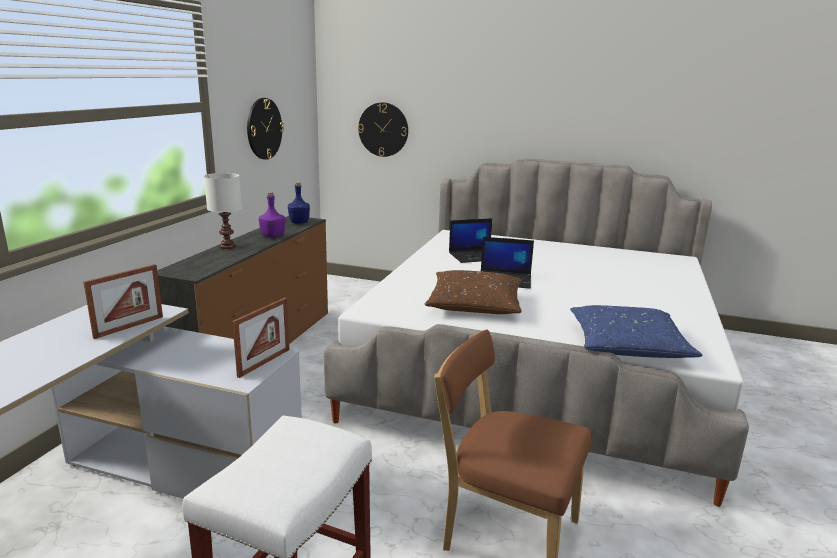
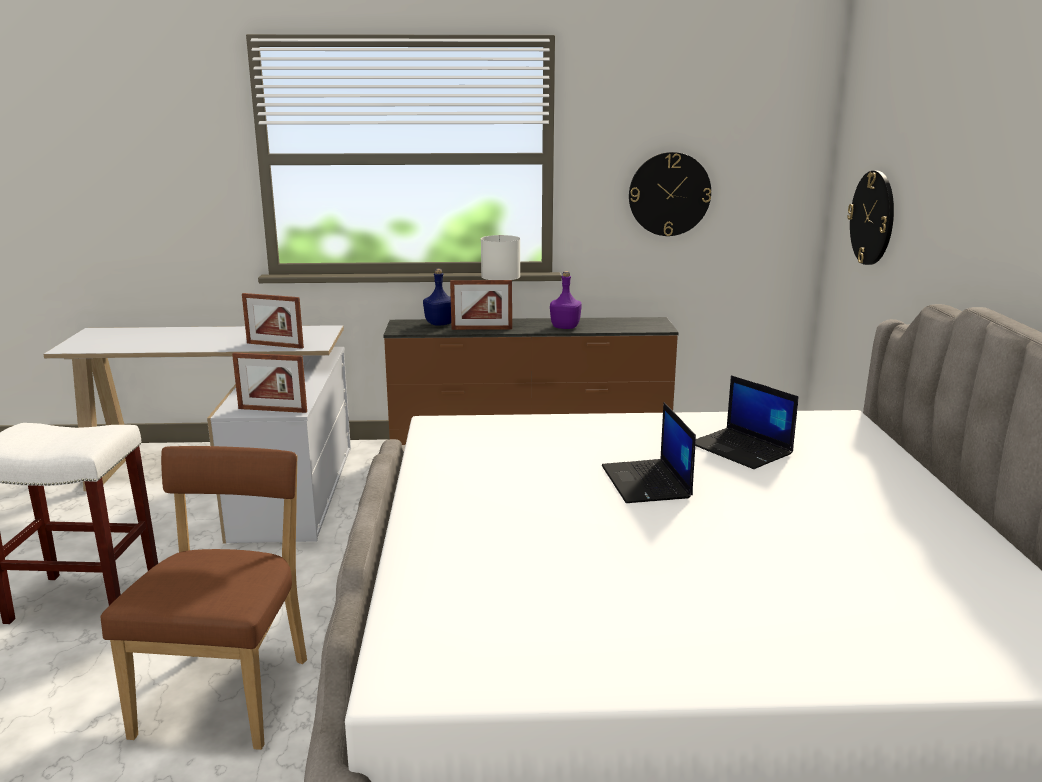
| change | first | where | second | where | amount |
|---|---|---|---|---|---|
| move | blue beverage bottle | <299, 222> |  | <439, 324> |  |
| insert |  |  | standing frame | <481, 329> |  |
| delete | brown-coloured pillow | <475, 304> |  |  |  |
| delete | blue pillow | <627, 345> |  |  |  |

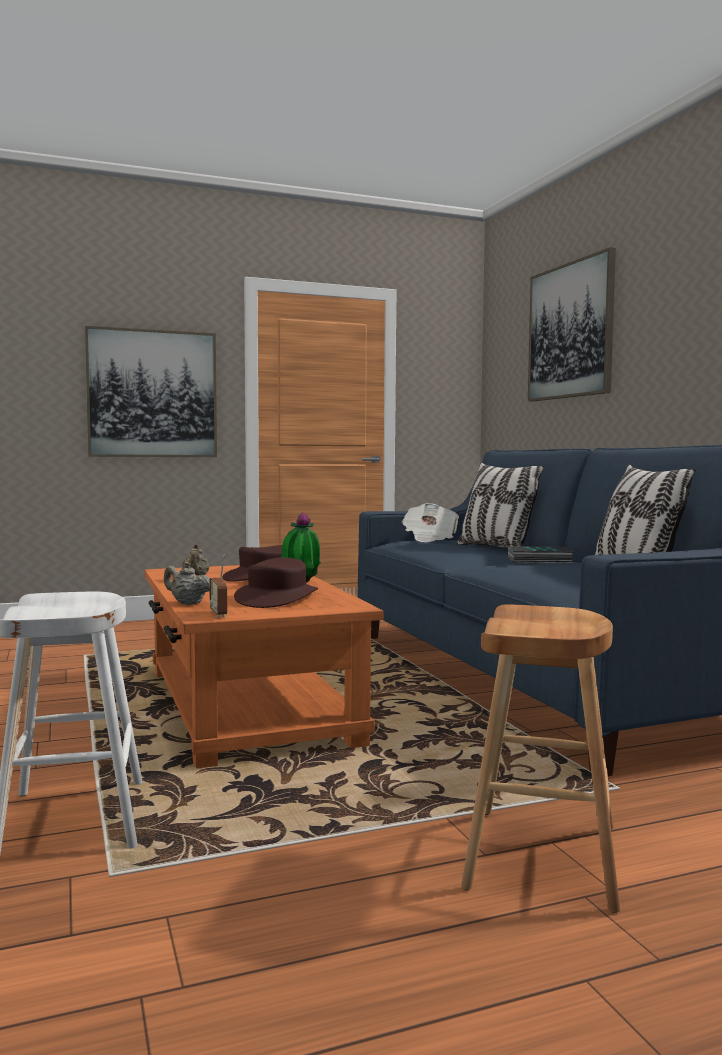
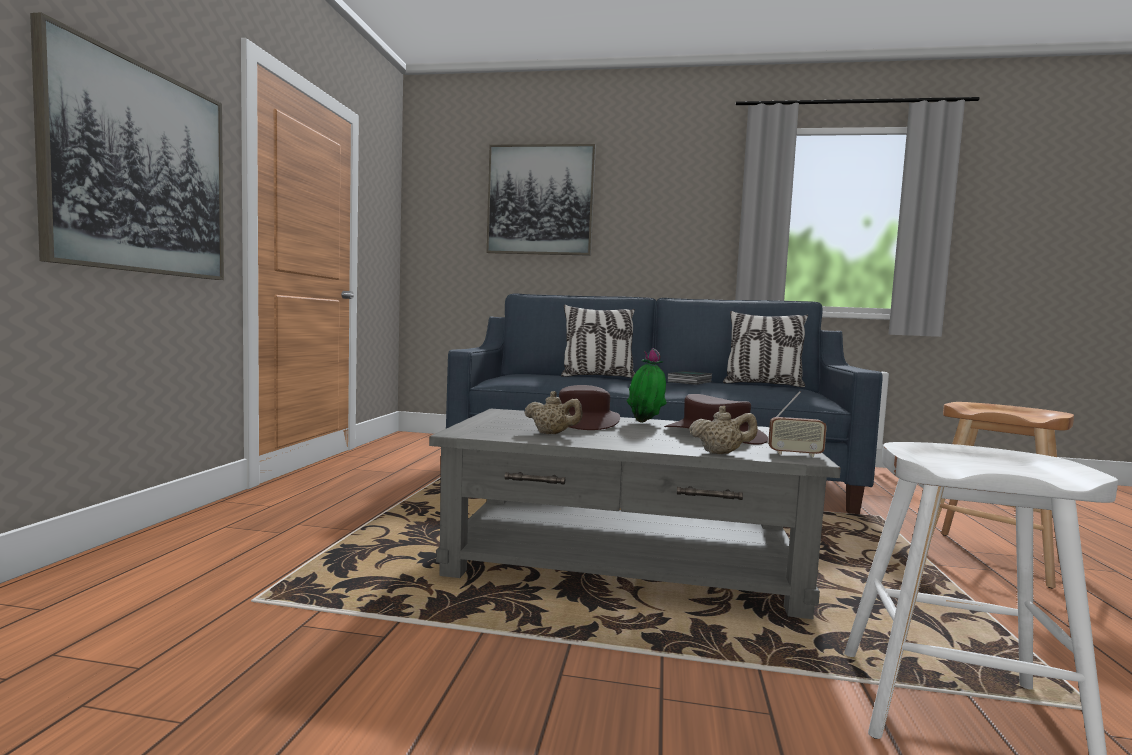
| change | first | where | second | where | amount |
|---|---|---|---|---|---|
| recolor | orange-coloured low table | <248, 706> | greyish low table | <624, 562> |  |
| rotate | beige-coloured pot for tea | <187, 603> |  | <721, 453> | 150 degrees counterclockwise |
| delete | newspaper | <429, 539> |  |  |  |

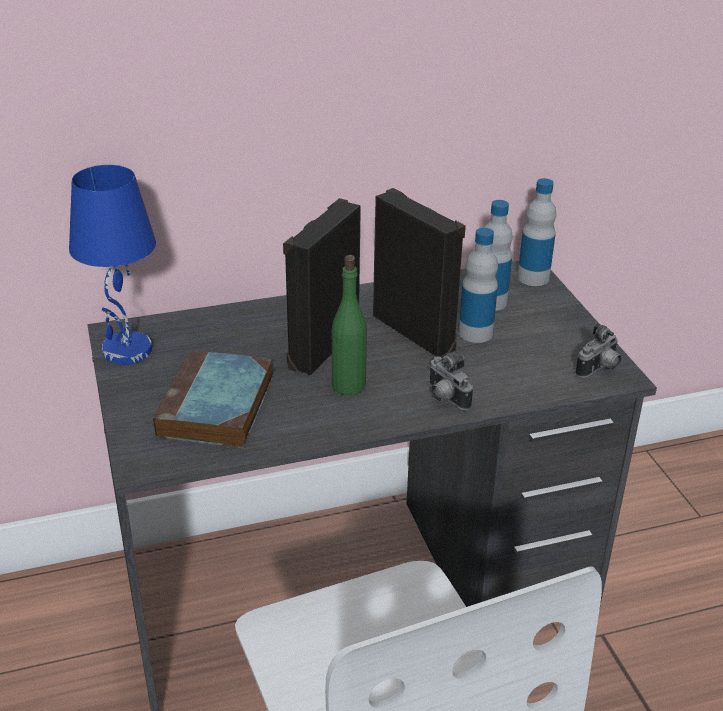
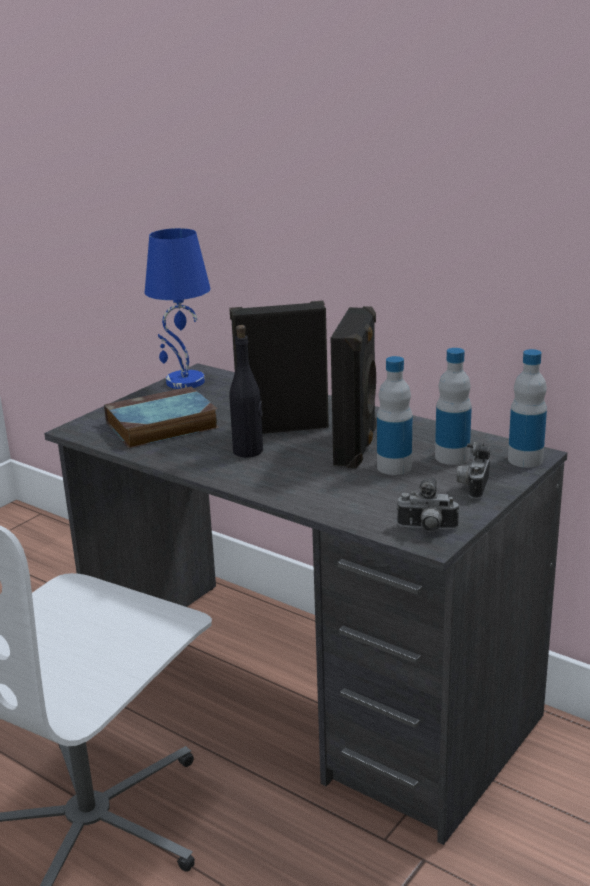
| change | first | where | second | where | amount |
|---|---|---|---|---|---|
| recolor | greenish beverage bottle | <349, 385> | blackish beverage bottle | <248, 451> |  |
| move | still camera | <445, 398> |  | <473, 487> |  |

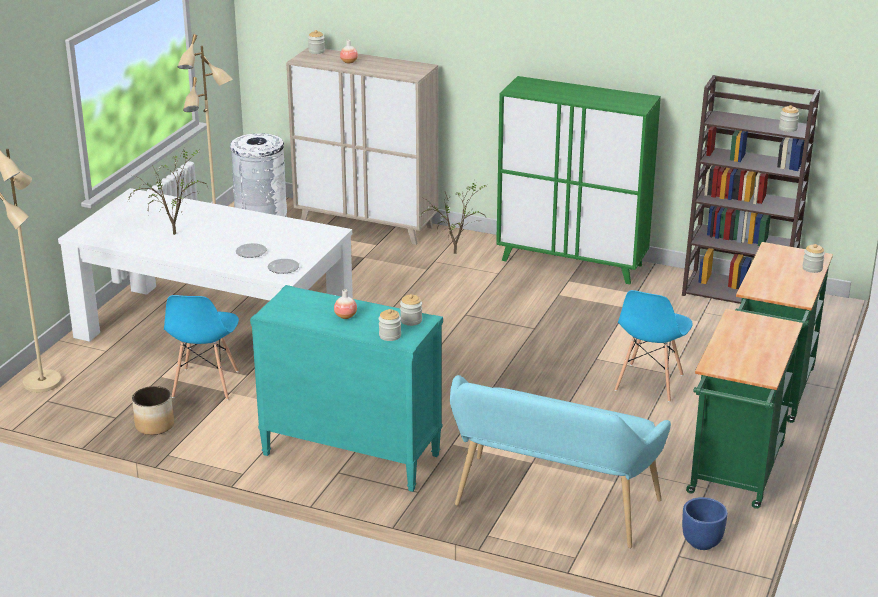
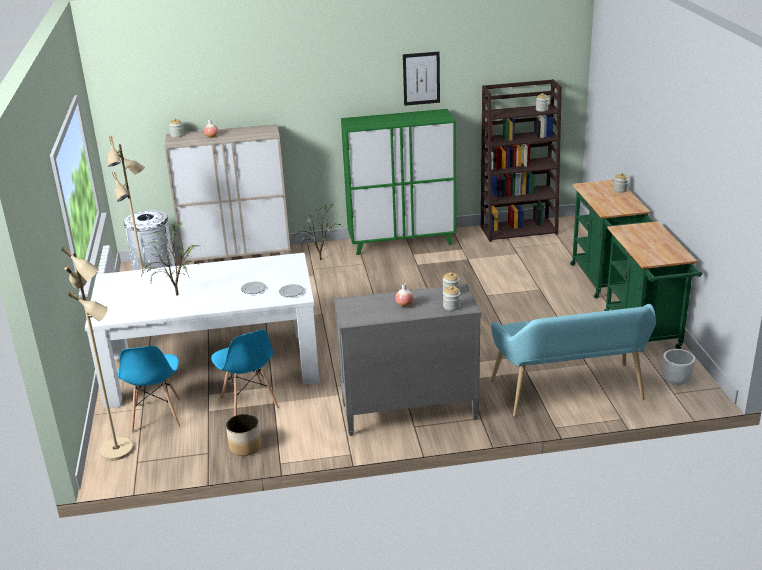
| change | first | where | second | where | amount |
|---|---|---|---|---|---|
| move | blue upright chair | <648, 383> |  | <156, 416> |  |
| recolor | turquoise-coloured dresser | <350, 455> | greyish dresser | <408, 412> |  |
| insert |  |  | picture | <421, 78> |  |
| recolor | blue planter | <701, 542> | whitish planter | <675, 380> |  |

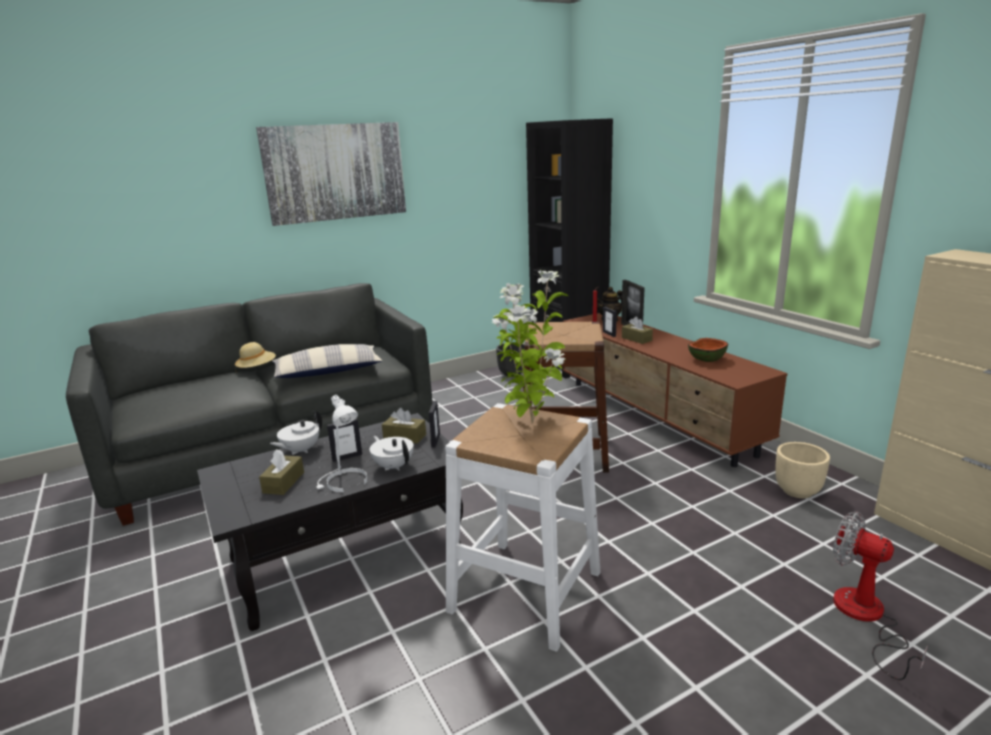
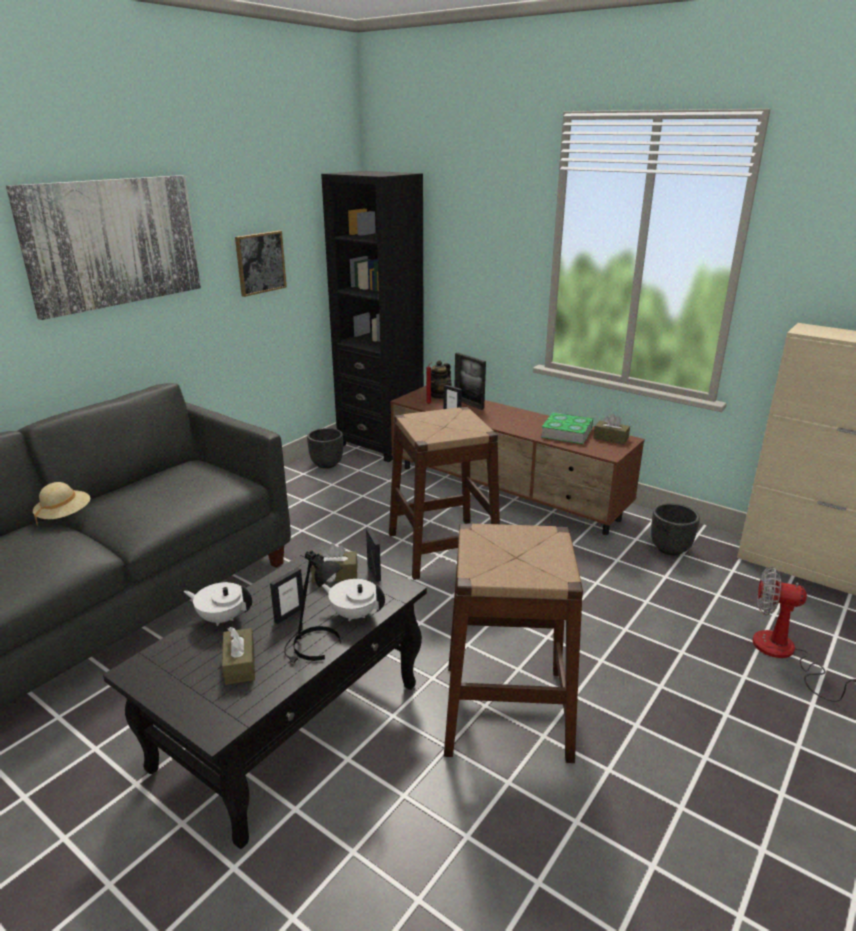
| change | first | where | second | where | amount |
|---|---|---|---|---|---|
| rotate | whitish pot for tea | <300, 450> |  | <222, 618> | 90 degrees clockwise |
| insert |  |  | picture | <260, 263> |  |
| recolor | whitish table lamp | <344, 482> | blackish table lamp | <315, 647> |  |
| recolor | whitish stool seat | <526, 591> | brown-coloured stool seat | <506, 710> |  |
| replace | deep dish | <706, 359> | book | <566, 432> |  |
| move | brown-coloured box of tissues | <636, 339> |  | <610, 438> |  |
| recolor | beige-coloured planter | <798, 491> | blackish planter | <670, 548> |  |
| delete | pillow | <328, 372> |  |  |  |
| delete | plant in a pot | <530, 422> |  |  |  |

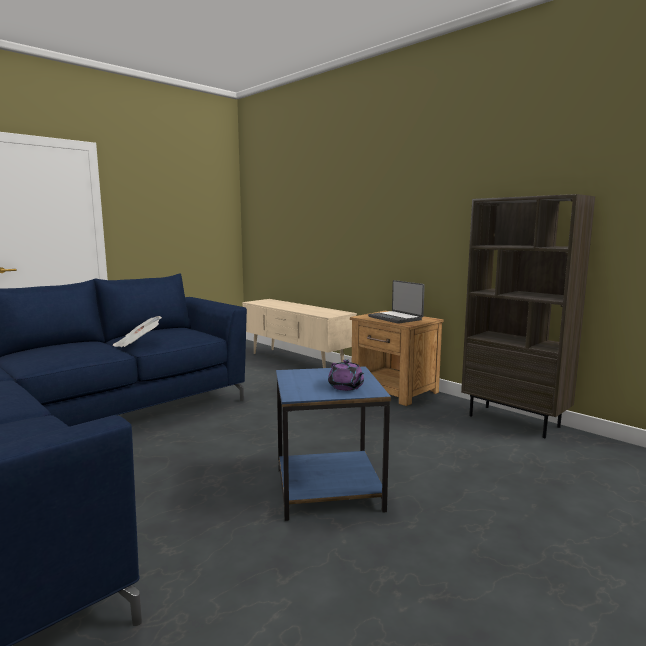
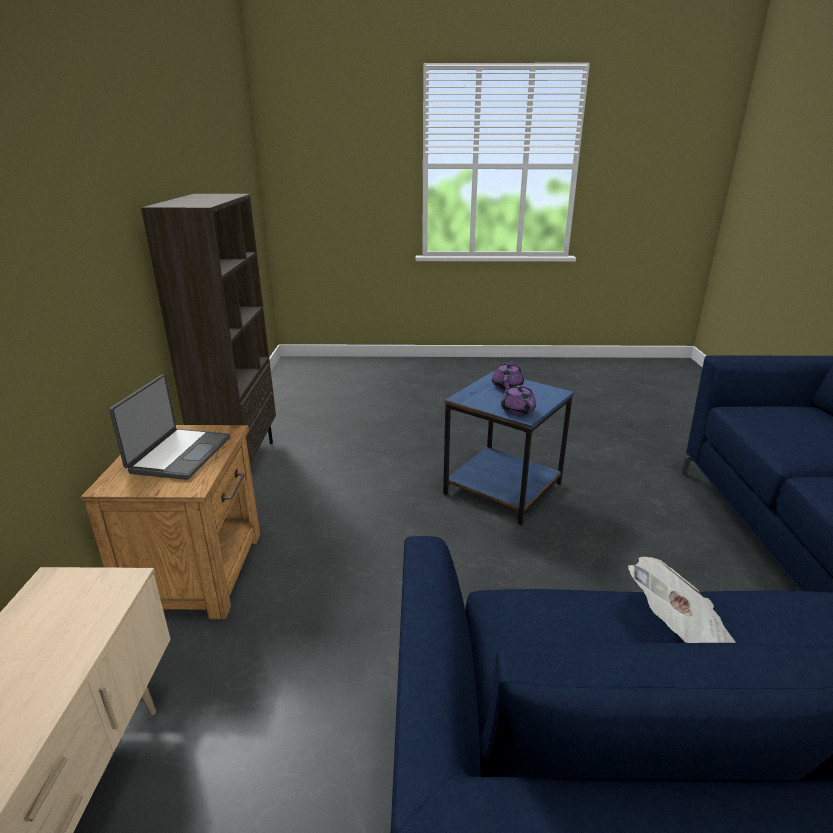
| change | first | where | second | where | amount |
|---|---|---|---|---|---|
| insert |  |  | purple-coloured pot for tea | <517, 410> |  |

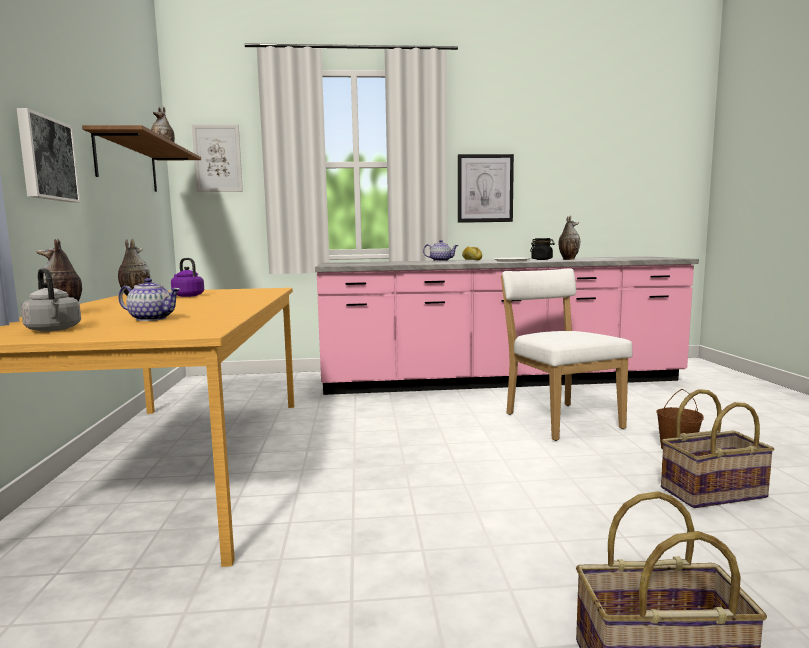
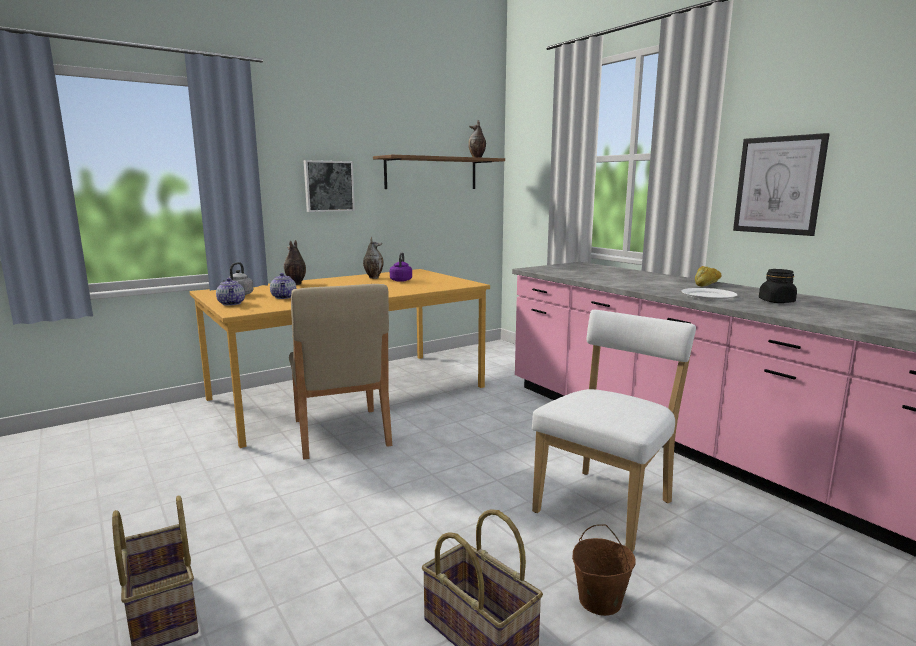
| change | first | where | second | where | amount |
|---|---|---|---|---|---|
| move | pot for tea | <441, 261> |  | <232, 303> |  |
| insert |  |  | beige-coloured upright chair | <341, 433> |  |
| delete | picture | <217, 158> |  |  |  |
| delete | decorative vase | <568, 259> |  |  |  |

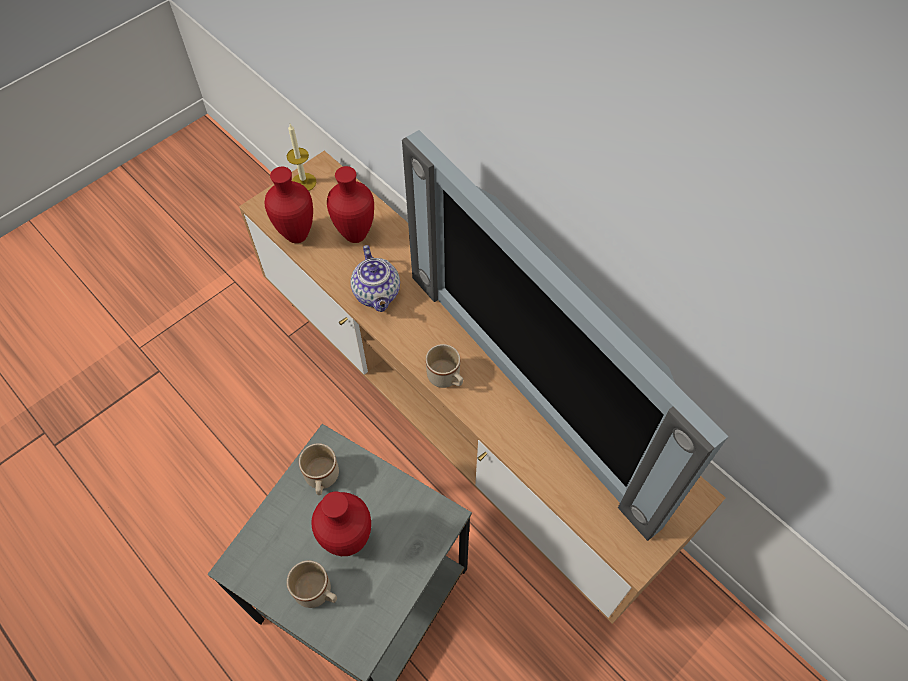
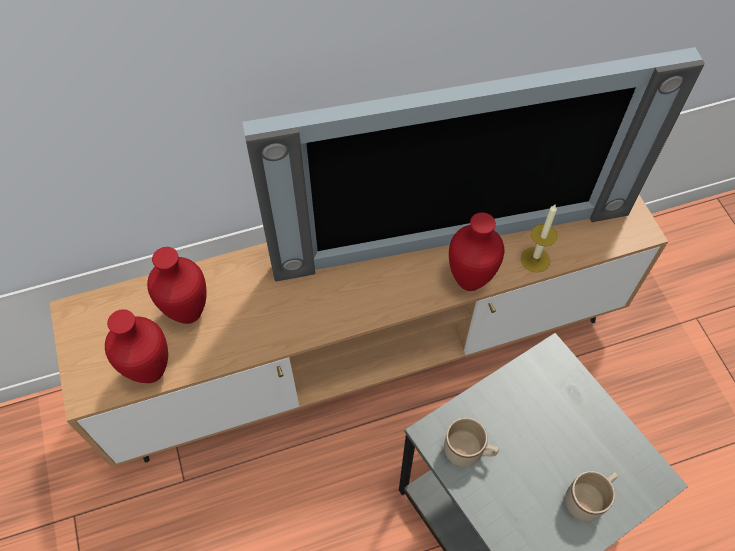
| change | first | where | second | where | amount |
|---|---|---|---|---|---|
| move | red decorative vase | <346, 541> |  | <468, 282> |  |
| move | candle | <303, 182> |  | <535, 259> |  |
| delete | pot for tea | <377, 294> |  |  |  |
| delete | beige-coloured tea mug | <446, 378> |  |  |  |

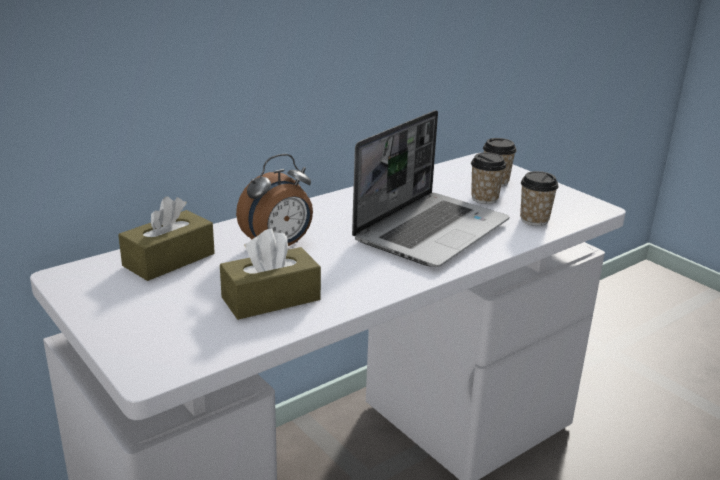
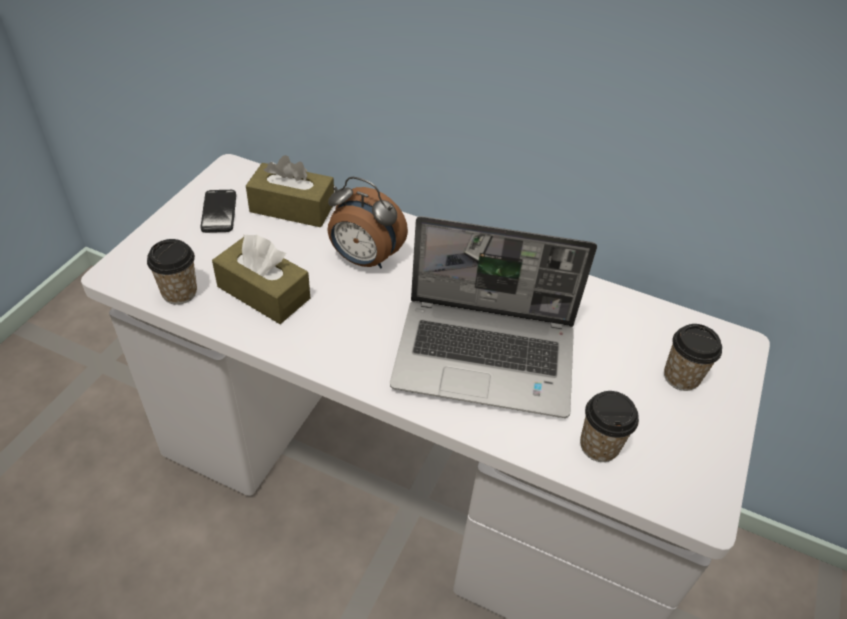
| change | first | where | second | where | amount |
|---|---|---|---|---|---|
| move | cup | <484, 198> |  | <179, 292> |  |
| insert |  |  | telephone | <219, 212> |  |

